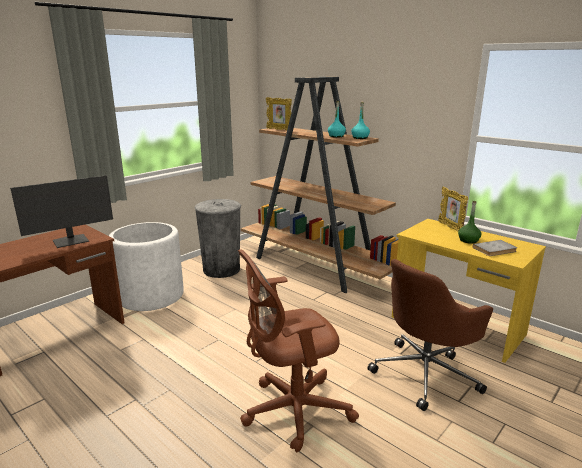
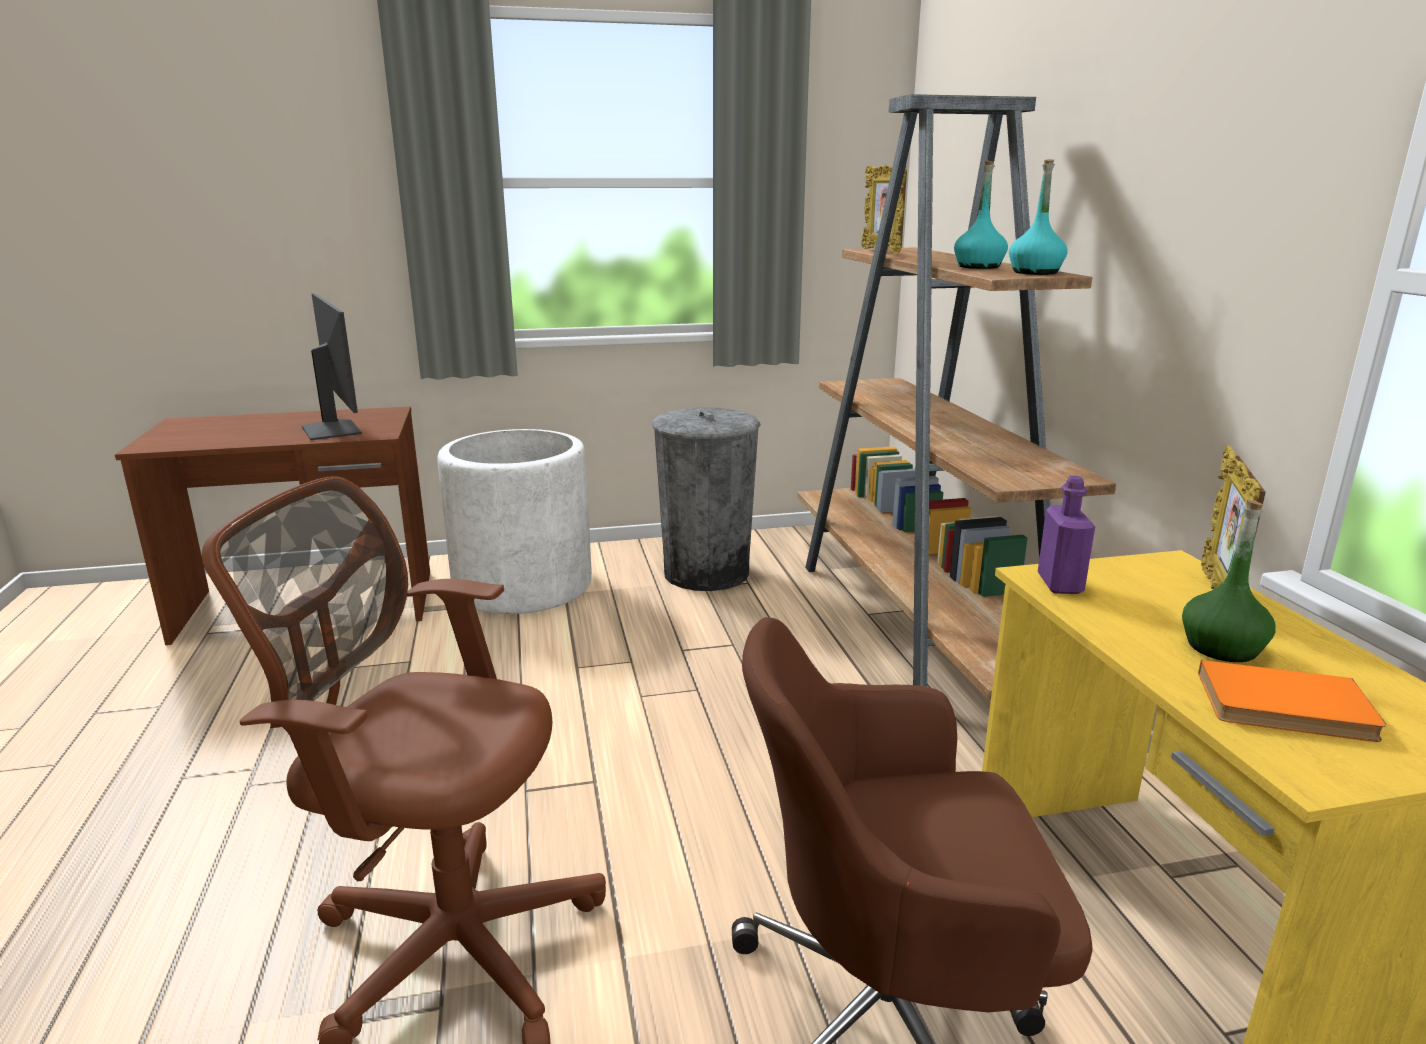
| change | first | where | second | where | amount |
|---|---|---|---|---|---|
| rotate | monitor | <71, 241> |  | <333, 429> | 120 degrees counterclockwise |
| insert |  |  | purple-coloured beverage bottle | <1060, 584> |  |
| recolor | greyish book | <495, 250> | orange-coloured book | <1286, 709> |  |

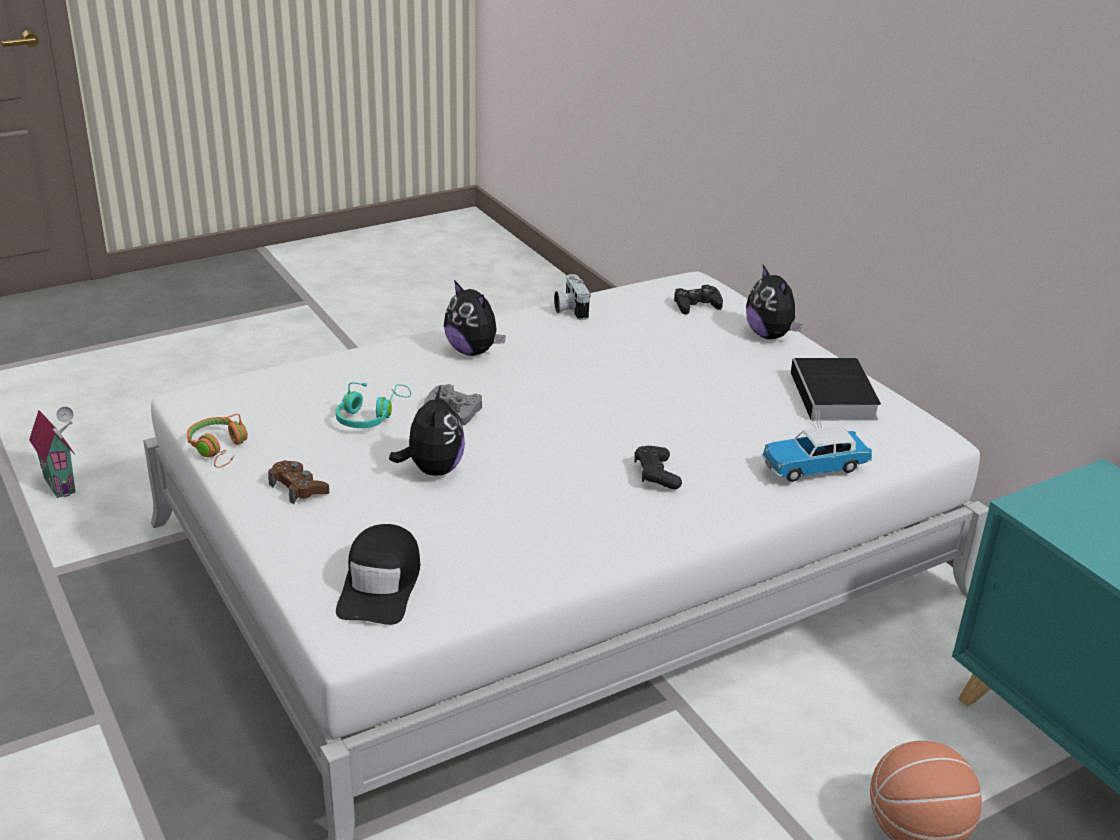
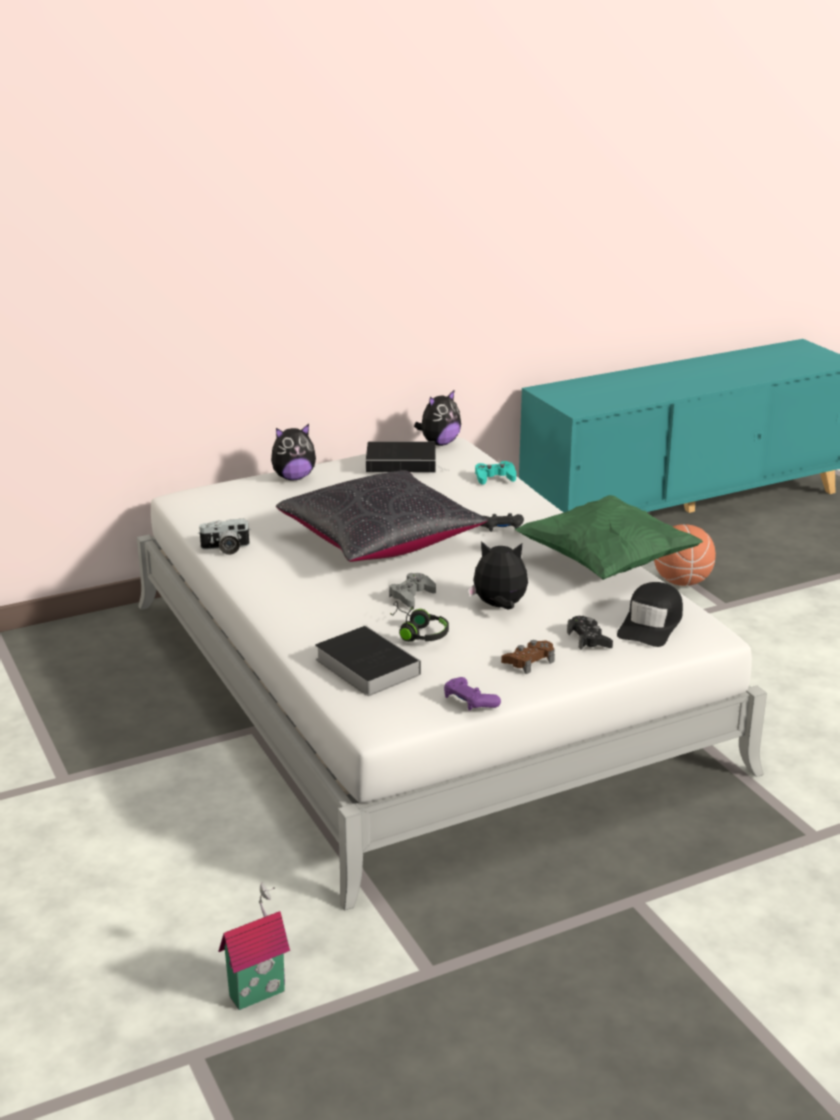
| change | first | where | second | where | amount |
|---|---|---|---|---|---|
| insert |  |  | blackish pillow | <380, 539> |  |
| insert |  |  | book | <364, 666> |  |
| recolor | turquoise-coloured headphones | <370, 416> | blackish headphones | <417, 632> |  |
| move | plush toy | <473, 351> |  | <439, 443> |  |
| replace | orange-coloured headphones | <219, 449> | purple-coloured game controller | <469, 701> |  |
| replace | toy car | <814, 466> | turquoise-coloured game controller | <494, 477> |  |
| insert |  |  | greenish pillow | <606, 564> |  |
| move | blackish game controller | <696, 305> |  | <589, 639> |  |
| rotate | blackish baseball cap | <381, 585> |  | <651, 624> | 105 degrees clockwise |

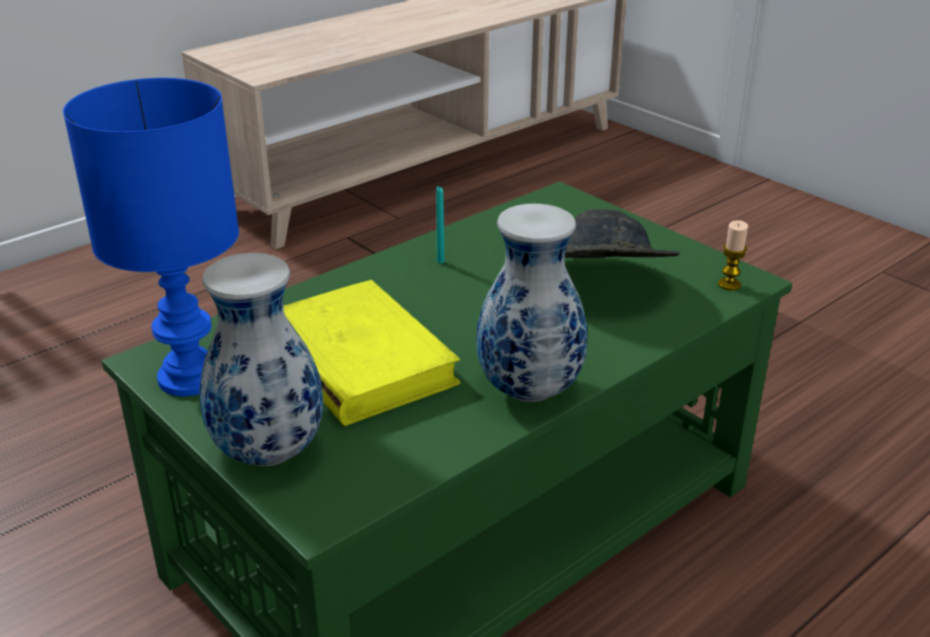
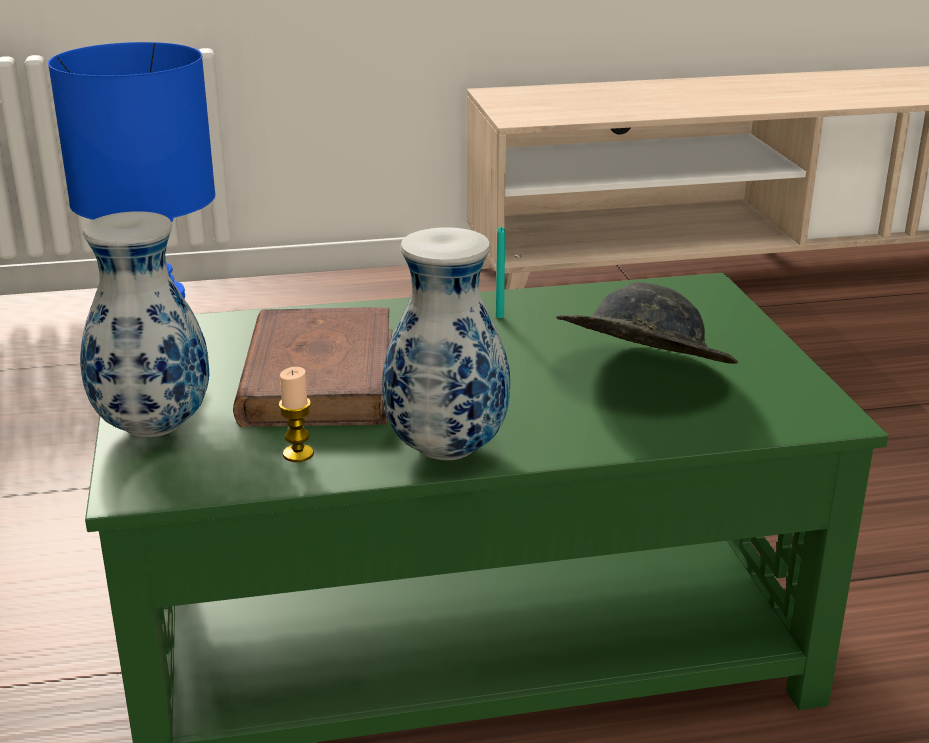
| change | first | where | second | where | amount |
|---|---|---|---|---|---|
| recolor | yellow-coloured book | <357, 359> | brown-coloured book | <319, 377> |  |
| move | candle | <729, 284> |  | <298, 454> |  |

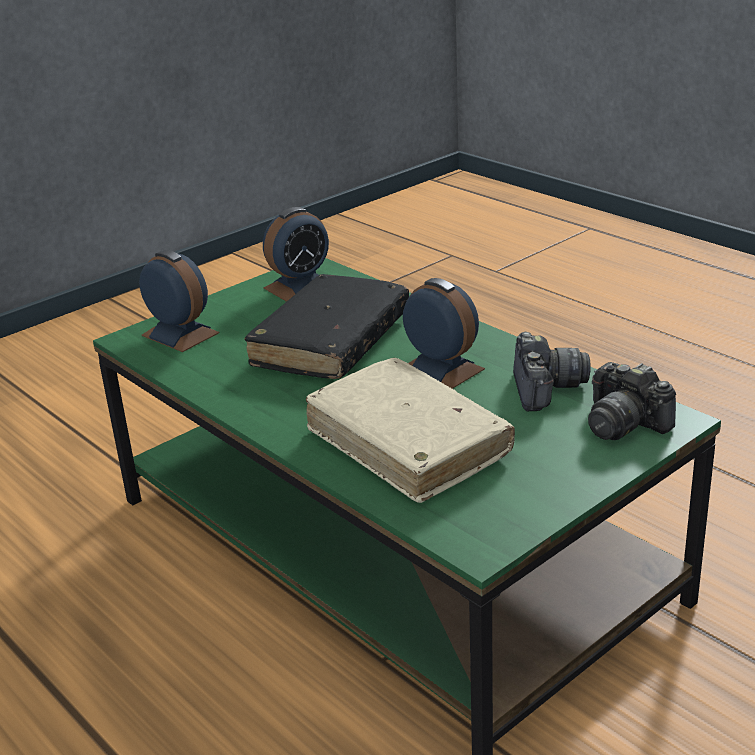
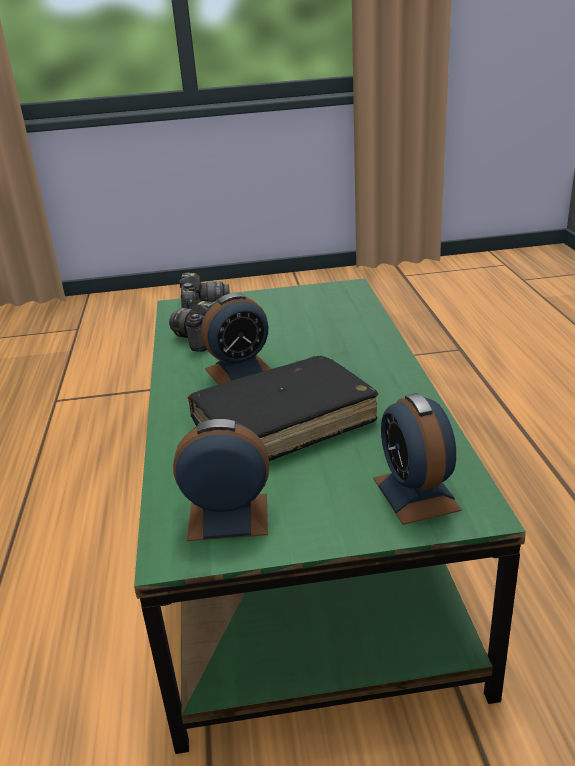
| change | first | where | second | where | amount |
|---|---|---|---|---|---|
| rotate | table clock | <441, 369> |  | <239, 371> | 105 degrees counterclockwise |
| delete | beige-coloured book | <407, 444> |  |  |  |

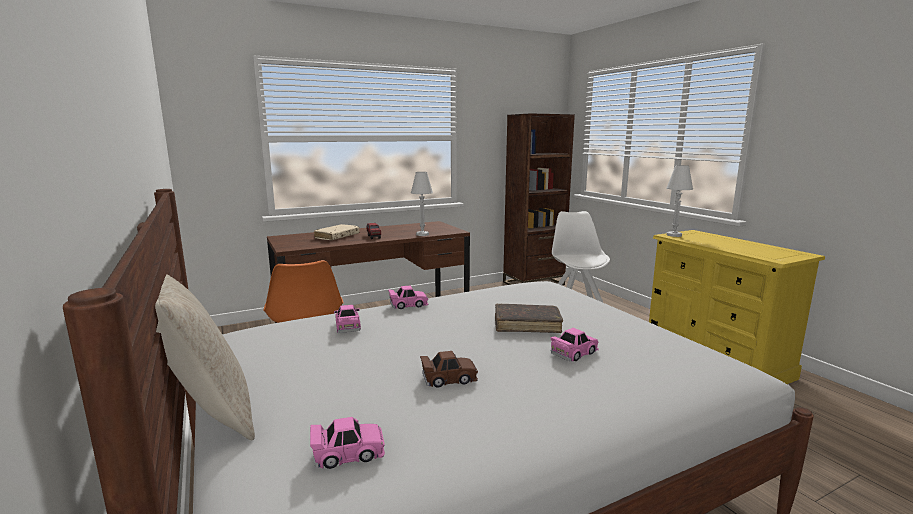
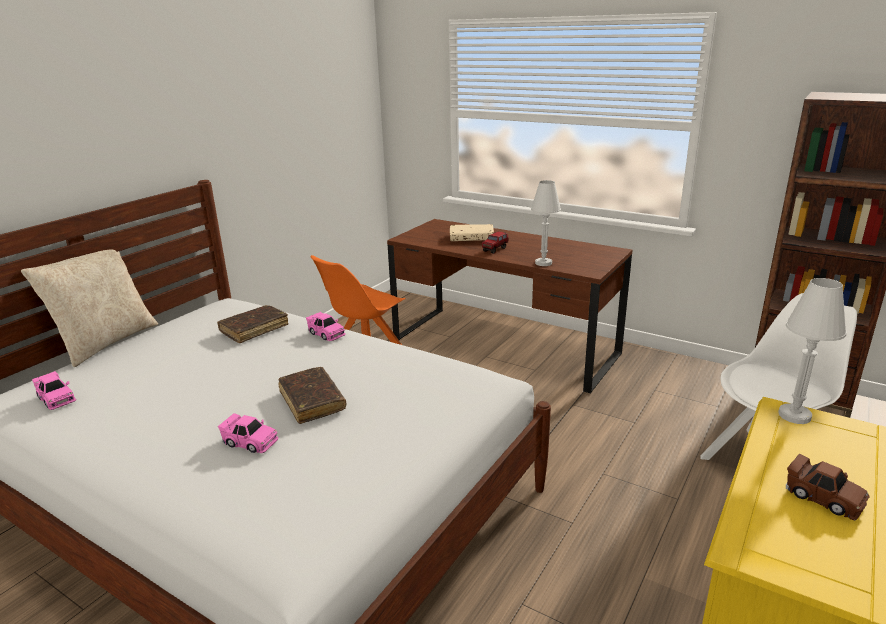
| change | first | where | second | where | amount |
|---|---|---|---|---|---|
| replace | pinkish toy car | <348, 326> | brown-coloured book | <254, 329> |  |
| move | brown-coloured toy car | <449, 379> |  | <823, 498> |  |

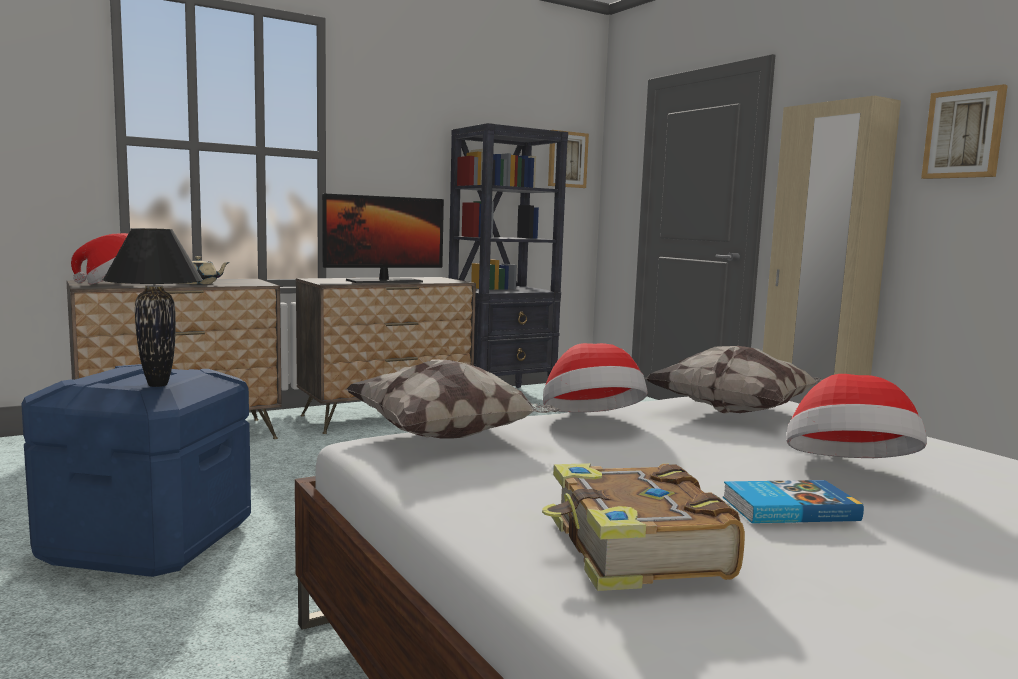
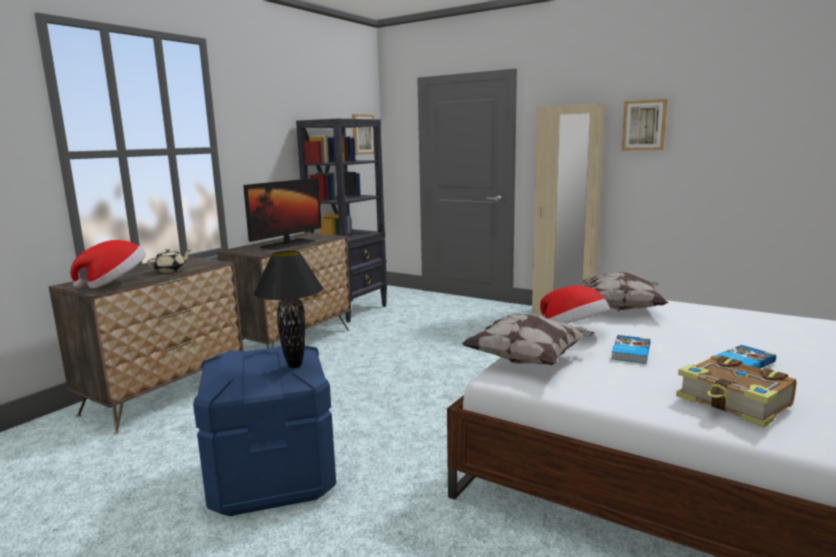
| change | first | where | second | where | amount |
|---|---|---|---|---|---|
| insert |  |  | book | <629, 352> |  |
| delete | wearable hat | <848, 472> |  |  |  |

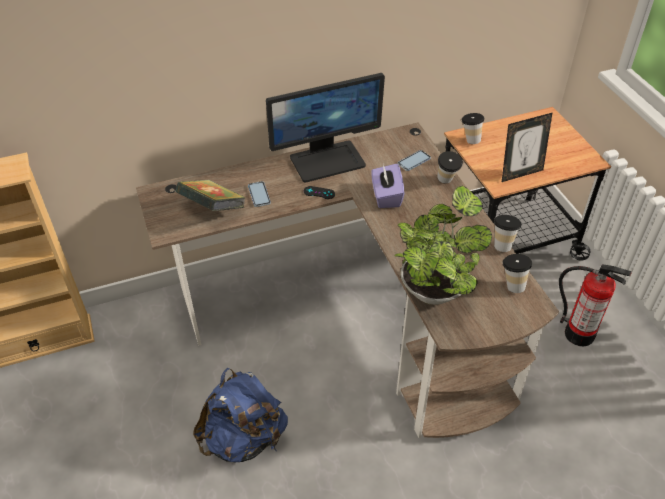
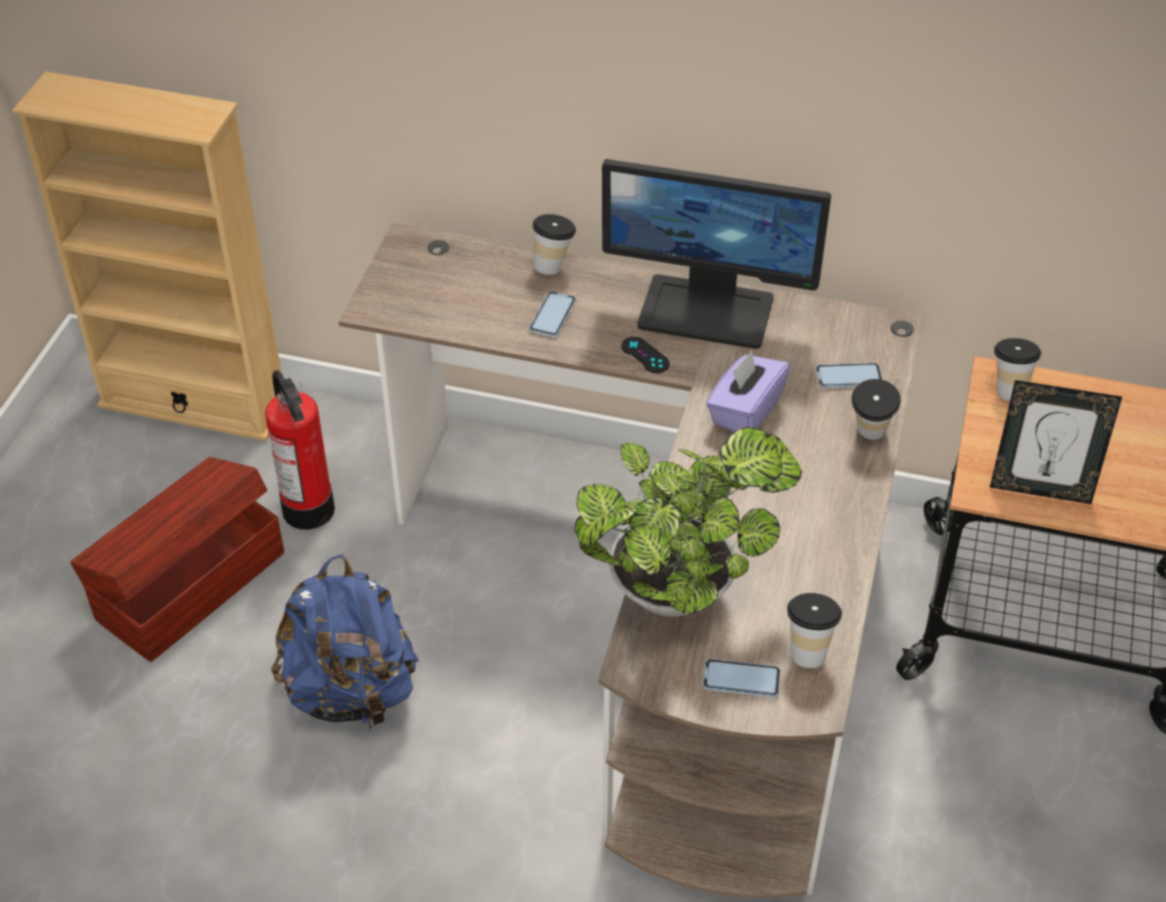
| change | first | where | second | where | amount |
|---|---|---|---|---|---|
| insert |  |  | brown-coloured storage bin | <188, 585> |  |
| move | extinguisher | <579, 334> |  | <309, 509> |  |
| move | cup | <502, 244> |  | <553, 265> |  |
| insert |  |  | telephone | <741, 679> |  |
| delete | book | <213, 209> |  |  |  |

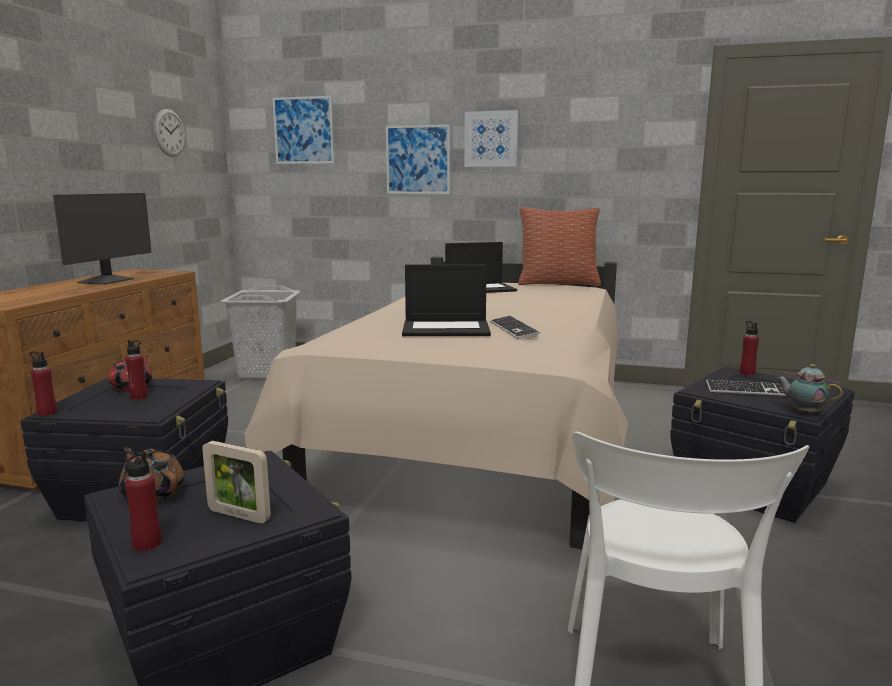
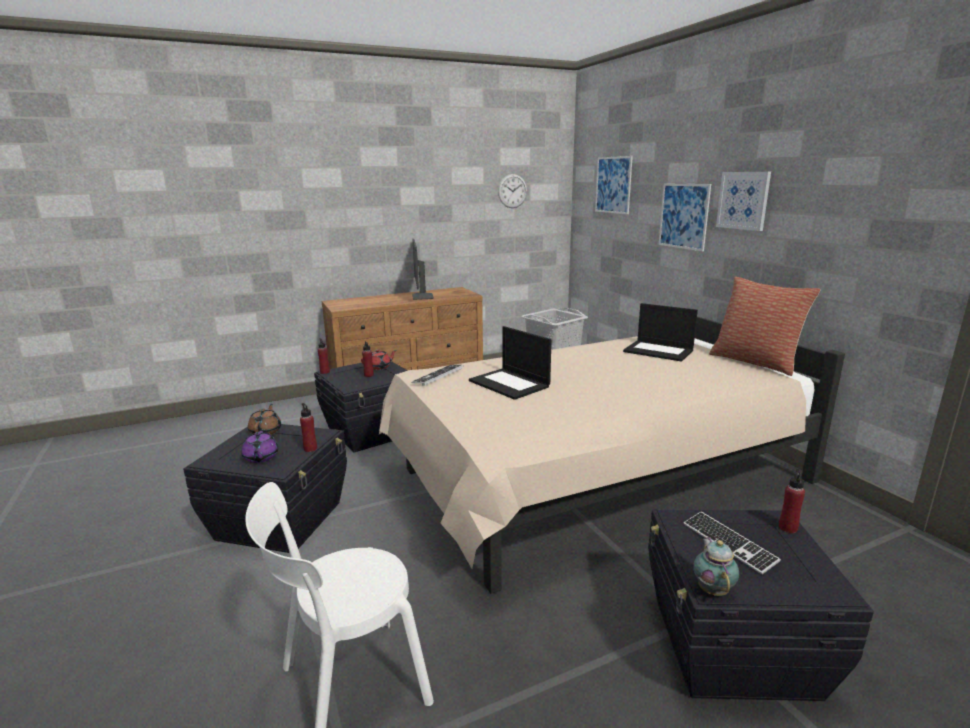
| change | first | where | second | where | amount |
|---|---|---|---|---|---|
| replace | standing frame | <239, 515> | purple-coloured pot for tea | <261, 457> |  |
| move | red beverage bottle | <147, 544> |  | <310, 448> |  |
| move | computer keyboard | <513, 329> |  | <438, 375> |  |
| rotate | monitor | <107, 281> |  | <421, 296> | 105 degrees clockwise |

